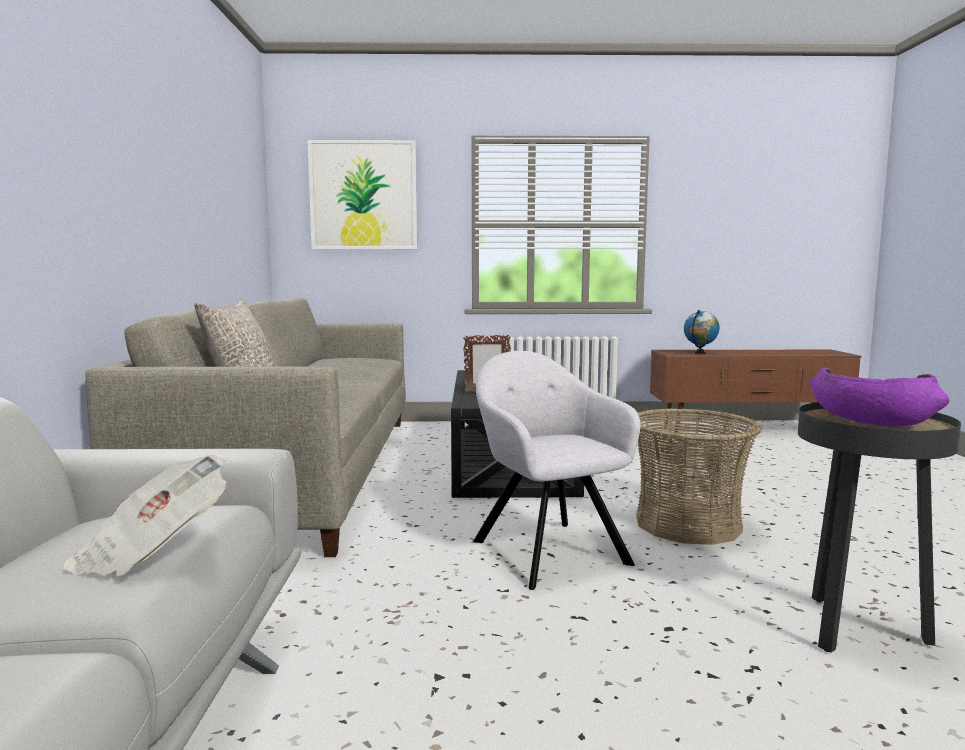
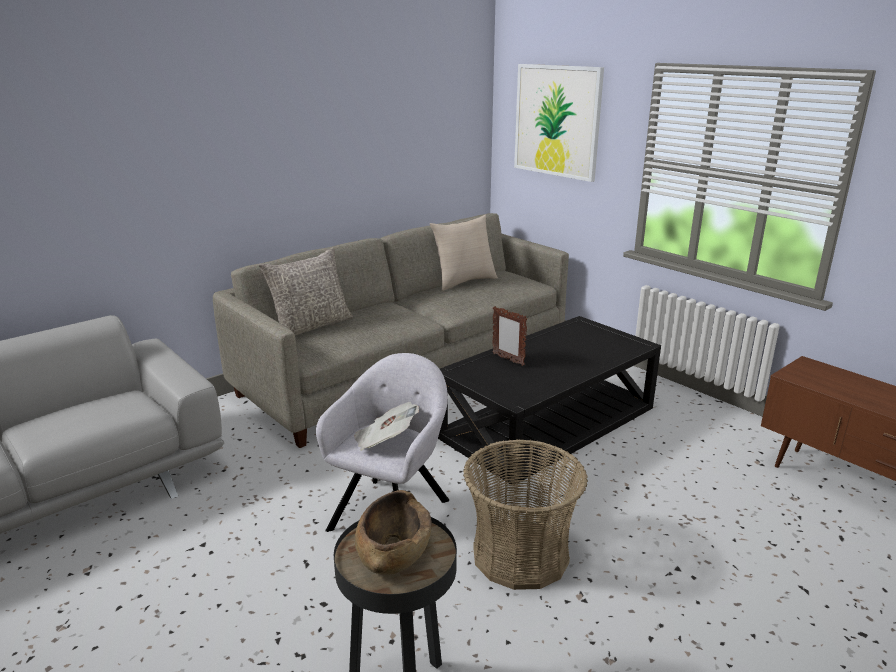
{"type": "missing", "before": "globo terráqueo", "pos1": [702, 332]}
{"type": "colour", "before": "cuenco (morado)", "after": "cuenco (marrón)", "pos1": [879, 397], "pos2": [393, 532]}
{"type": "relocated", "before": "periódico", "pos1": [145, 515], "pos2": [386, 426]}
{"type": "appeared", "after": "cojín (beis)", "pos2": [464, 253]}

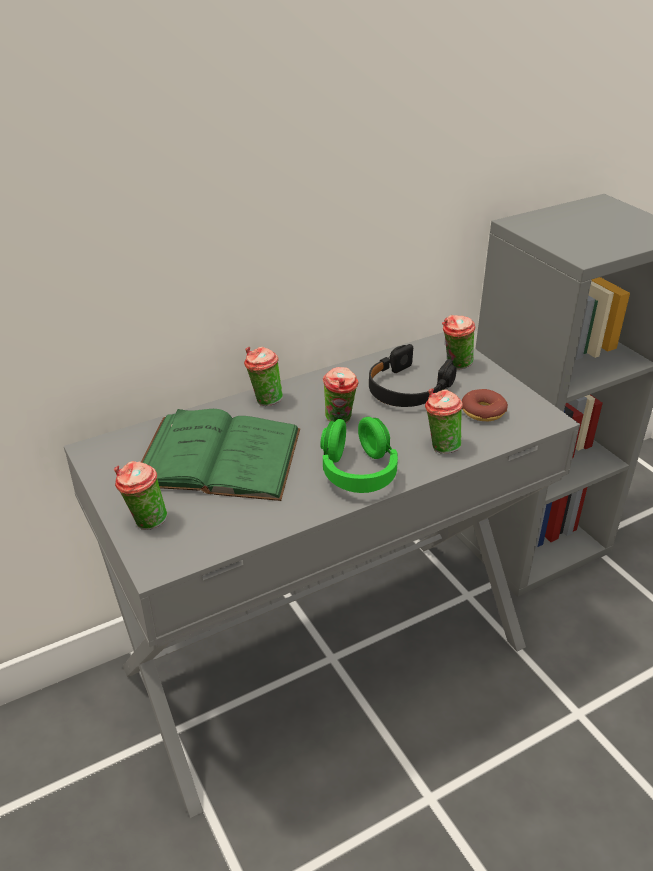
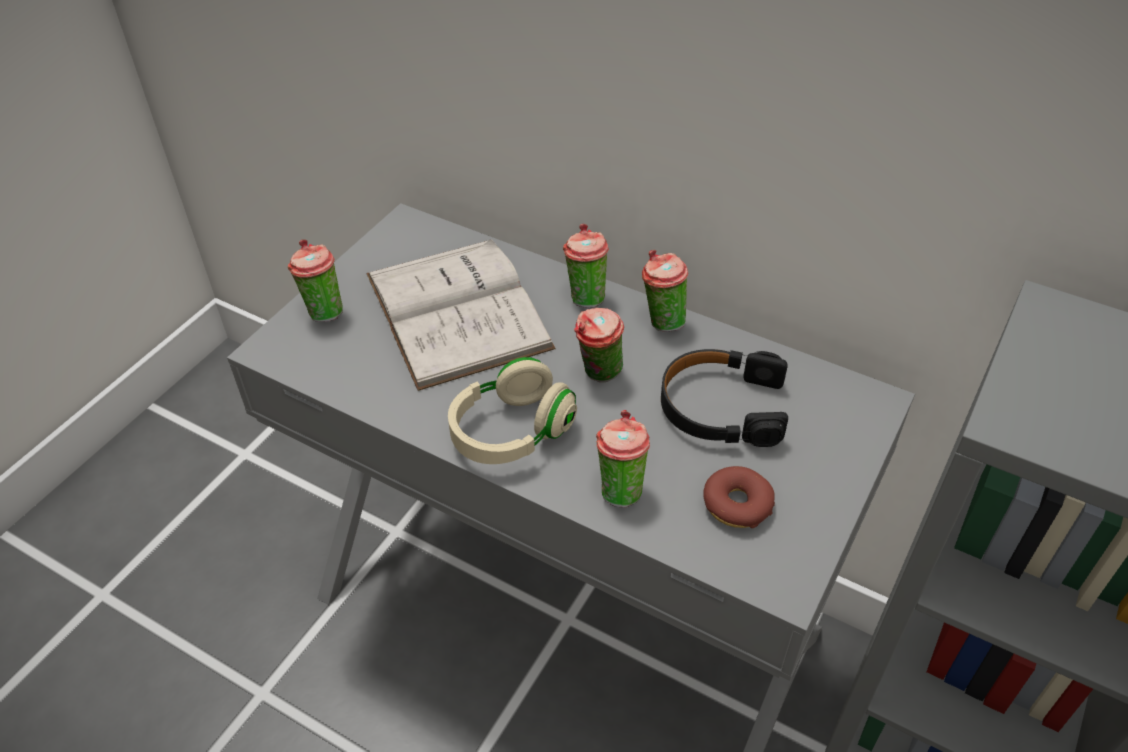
{"type": "relocated", "before": "taza", "pos1": [458, 342], "pos2": [665, 291]}
{"type": "colour", "before": "libro (verde)", "after": "libro (blanco)", "pos1": [220, 455], "pos2": [461, 315]}
{"type": "colour", "before": "auriculares (verde)", "after": "auriculares (beis)", "pos1": [359, 455], "pos2": [512, 410]}

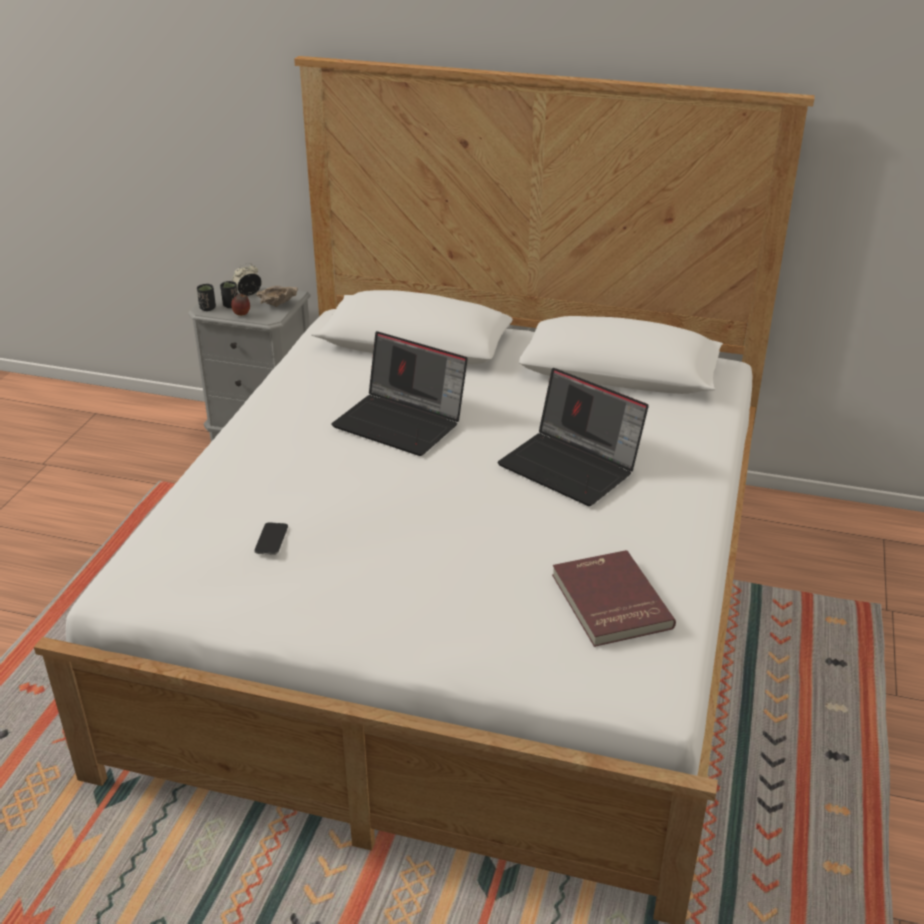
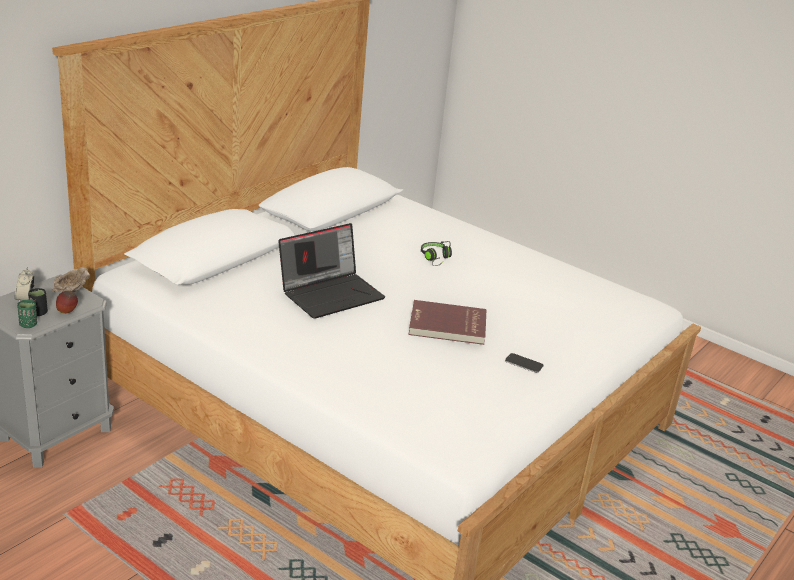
{"type": "colour", "before": "taza (negro)", "after": "taza (verde)", "pos1": [206, 297], "pos2": [27, 314]}
{"type": "exchanged", "before": "portátil", "after": "auriculares (negro)", "pos1": [573, 437], "pos2": [436, 253]}
{"type": "relocated", "before": "móvil", "pos1": [271, 539], "pos2": [524, 363]}
{"type": "relocated", "before": "libro (rojo)", "pos1": [614, 598], "pos2": [447, 322]}

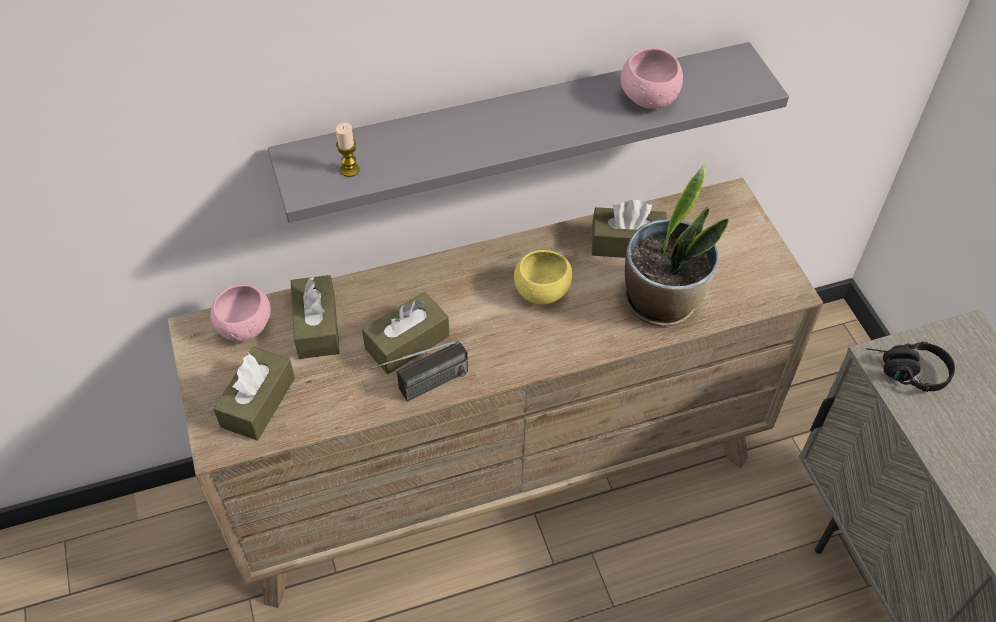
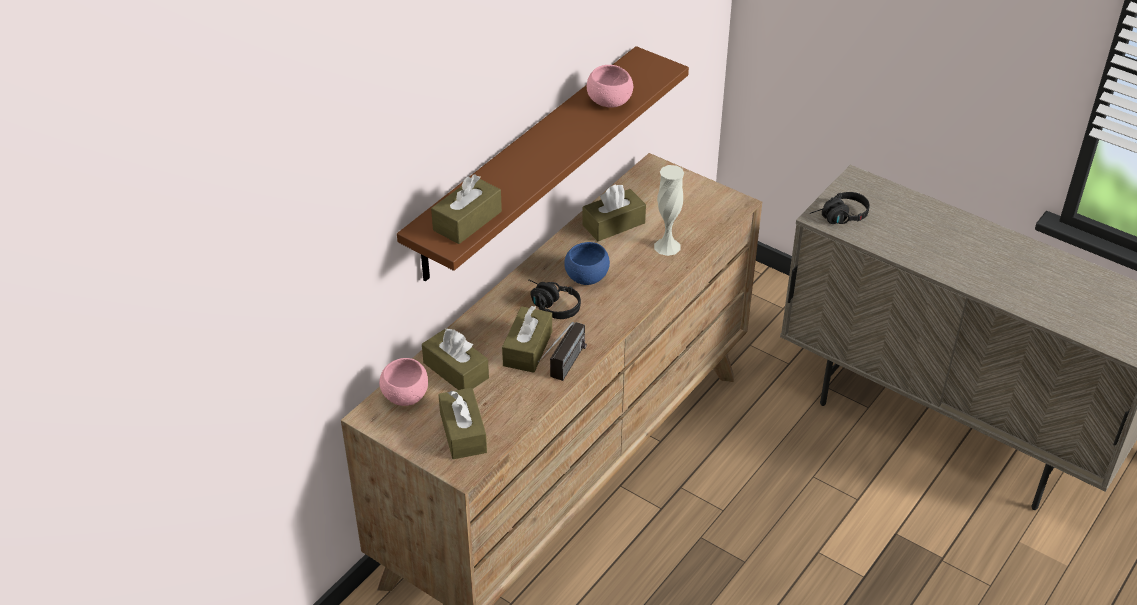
{"type": "colour", "before": "estante (gris)", "after": "estante (marrón)", "pos1": [528, 132], "pos2": [543, 164]}
{"type": "exchanged", "before": "vela", "after": "caja de pañuelos (marrón)", "pos1": [347, 150], "pos2": [466, 209]}
{"type": "exchanged", "before": "planta en maceta", "after": "florero (blanco)", "pos1": [677, 244], "pos2": [669, 210]}
{"type": "colour", "before": "cuenco (amarillo)", "after": "cuenco (azul)", "pos1": [543, 277], "pos2": [587, 263]}
{"type": "appeared", "after": "auriculares (negro)", "pos2": [554, 299]}

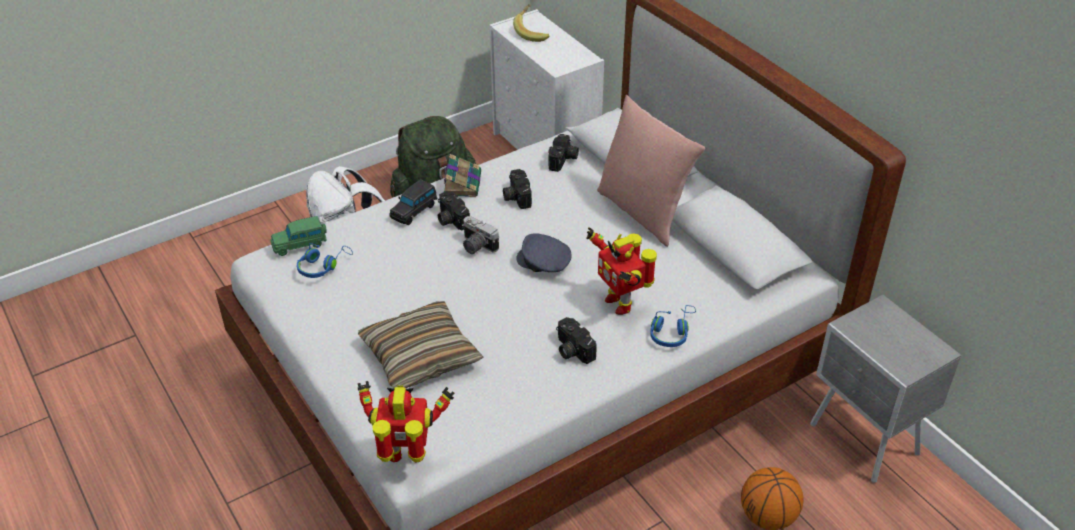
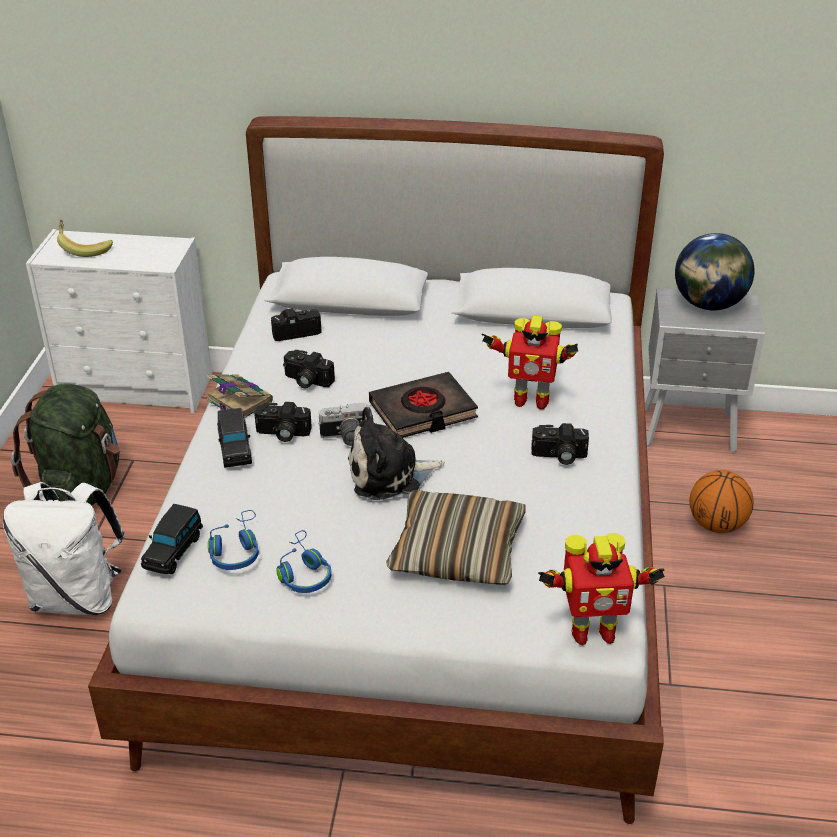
{"type": "missing", "before": "cojín (rosa)", "pos1": [651, 171]}
{"type": "spun", "before": "cámara", "pos1": [563, 153], "pos2": [296, 324], "turn": -75}
{"type": "colour", "before": "coche de juguete (verde)", "after": "coche de juguete (negro)", "pos1": [299, 236], "pos2": [172, 539]}
{"type": "exchanged", "before": "gorra (gris)", "after": "libro (negro)", "pos1": [544, 252], "pos2": [423, 405]}
{"type": "relocated", "before": "auriculares (azul)", "pos1": [673, 326], "pos2": [303, 561]}
{"type": "spun", "before": "robot de juguete", "pos1": [406, 421], "pos2": [601, 589], "turn": -135}
{"type": "appeared", "after": "globo terráqueo", "pos2": [715, 272]}
{"type": "appeared", "after": "peluche", "pos2": [396, 453]}

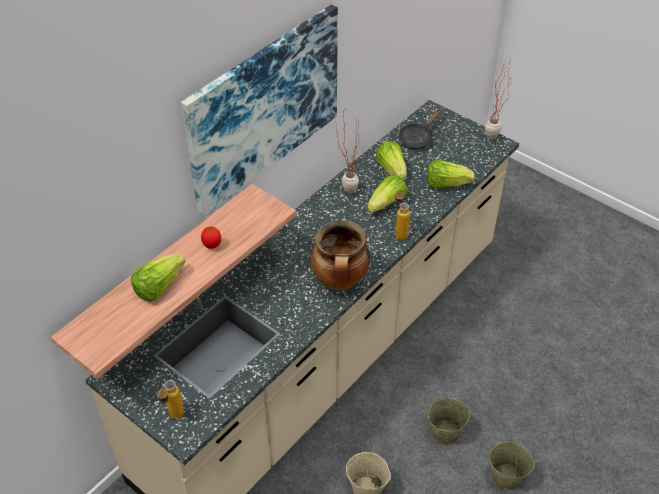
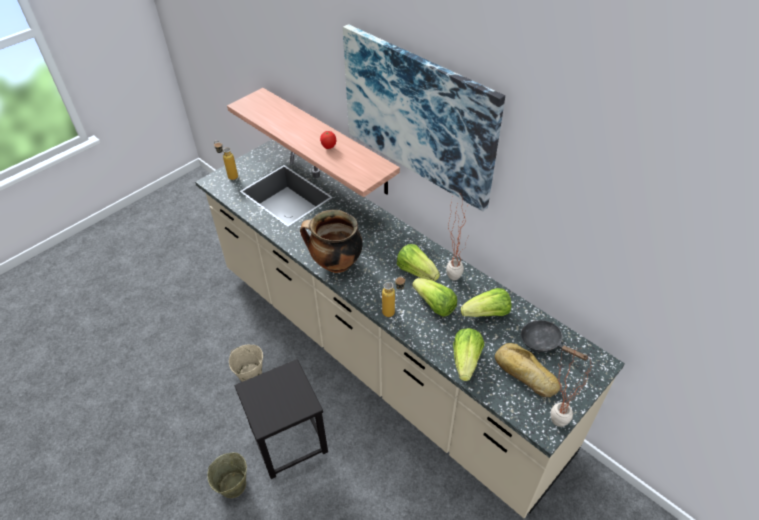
{"type": "relocated", "before": "lechuga", "pos1": [158, 278], "pos2": [418, 262]}
{"type": "exchanged", "before": "cubo (beis)", "after": "taburete (negro)", "pos1": [449, 421], "pos2": [281, 419]}
{"type": "appeared", "after": "pan", "pos2": [527, 370]}

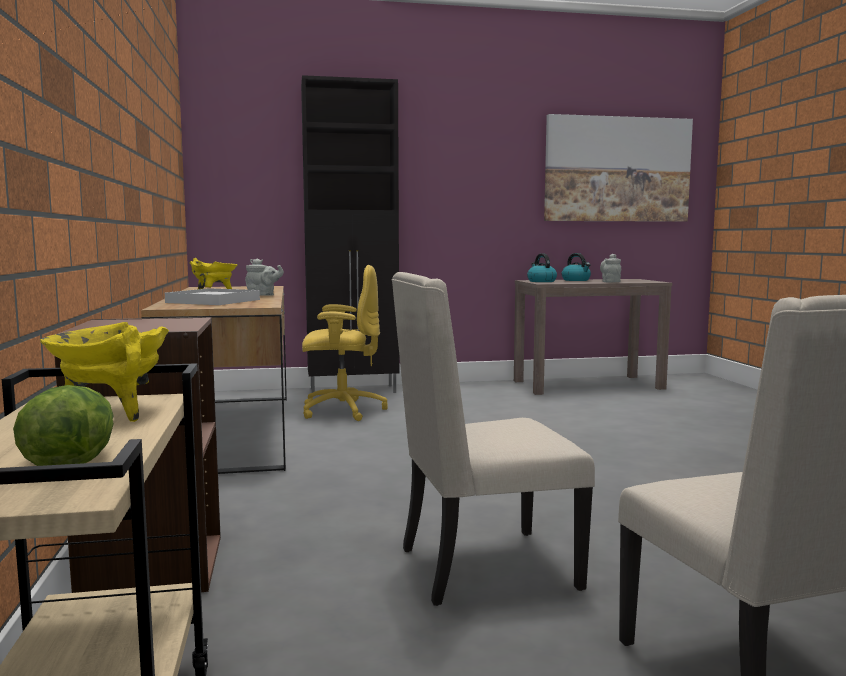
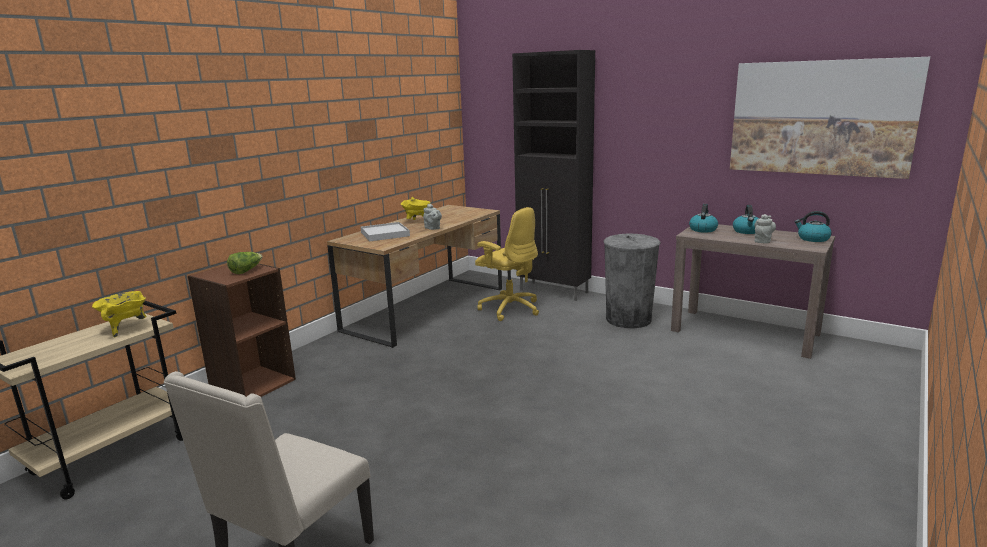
{"type": "missing", "before": "silla (beis)", "pos1": [493, 439]}
{"type": "relocated", "before": "lechuga", "pos1": [63, 425], "pos2": [244, 263]}
{"type": "appeared", "after": "hervidor", "pos2": [813, 226]}
{"type": "appeared", "after": "papelera (gris)", "pos2": [632, 281]}

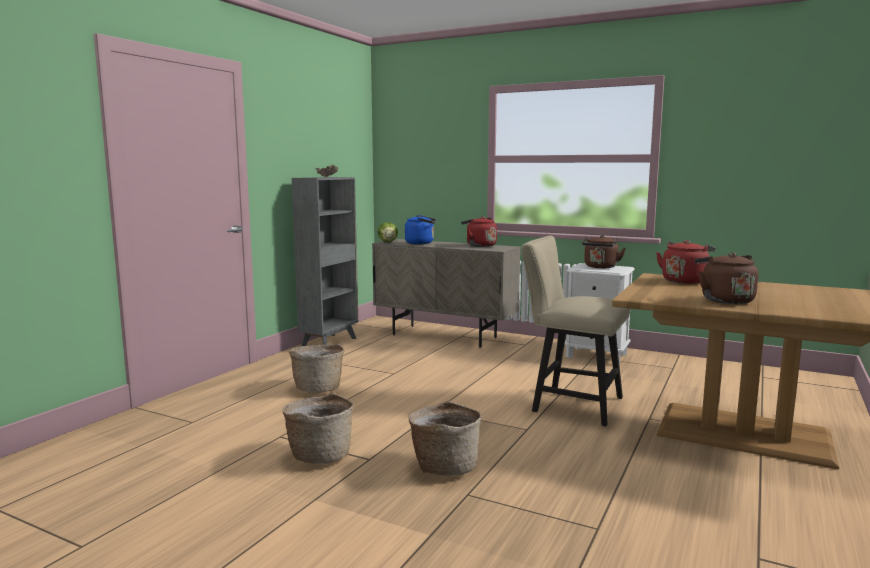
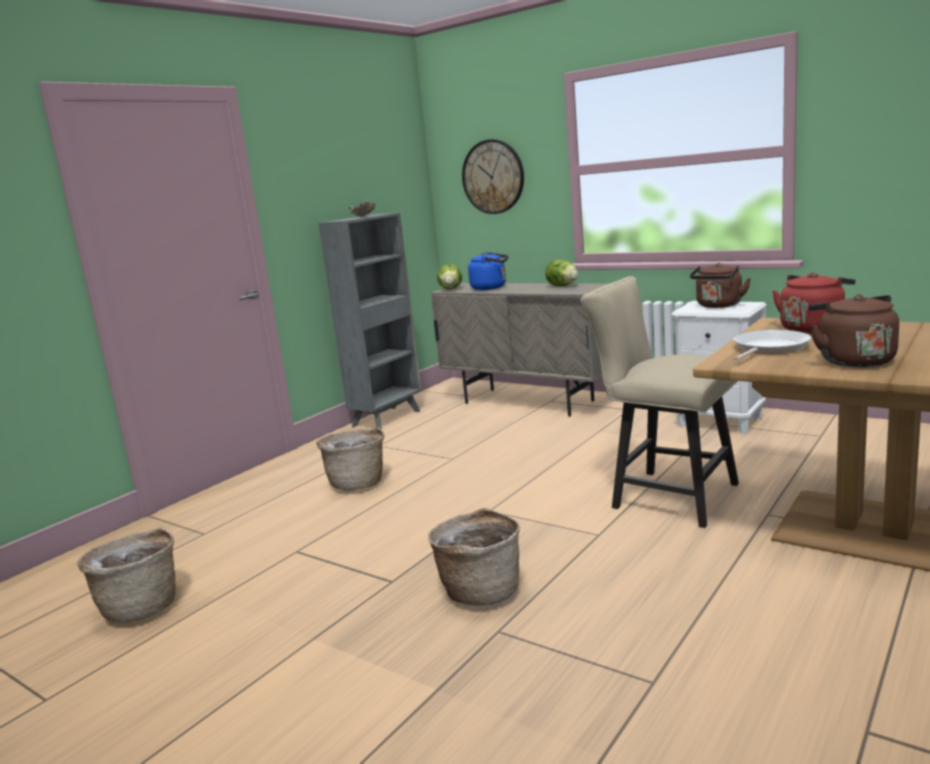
{"type": "exchanged", "before": "hervidor (rojo)", "after": "lechuga", "pos1": [479, 231], "pos2": [561, 272]}
{"type": "relocated", "before": "cesta", "pos1": [317, 428], "pos2": [126, 574]}
{"type": "appeared", "after": "reloj de pared", "pos2": [493, 176]}
{"type": "appeared", "after": "sartén", "pos2": [772, 345]}

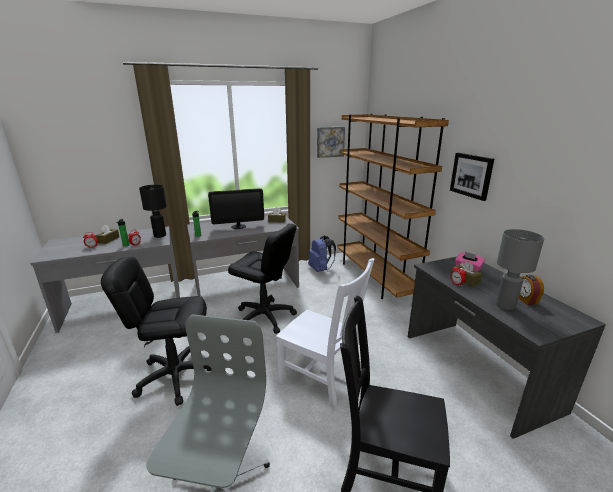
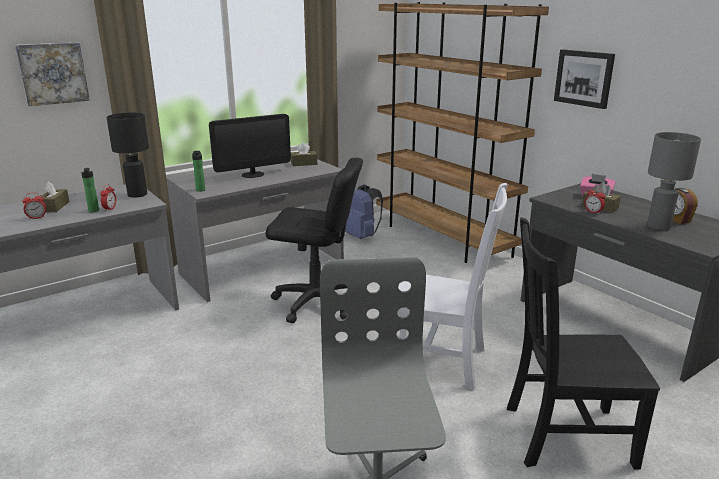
{"type": "relocated", "before": "cuadro", "pos1": [331, 142], "pos2": [52, 74]}
{"type": "missing", "before": "silla de oficina (negro)", "pos1": [156, 331]}

